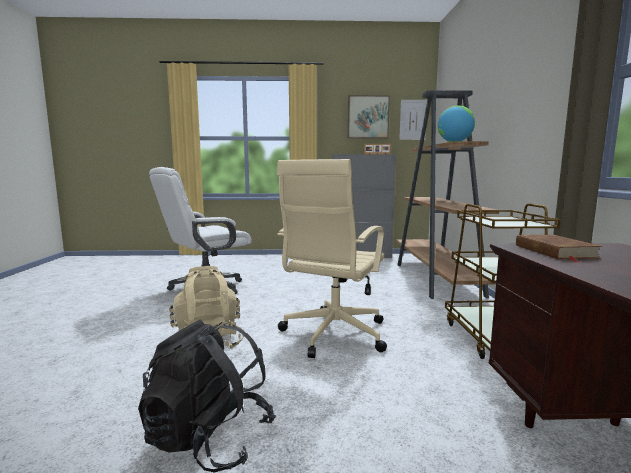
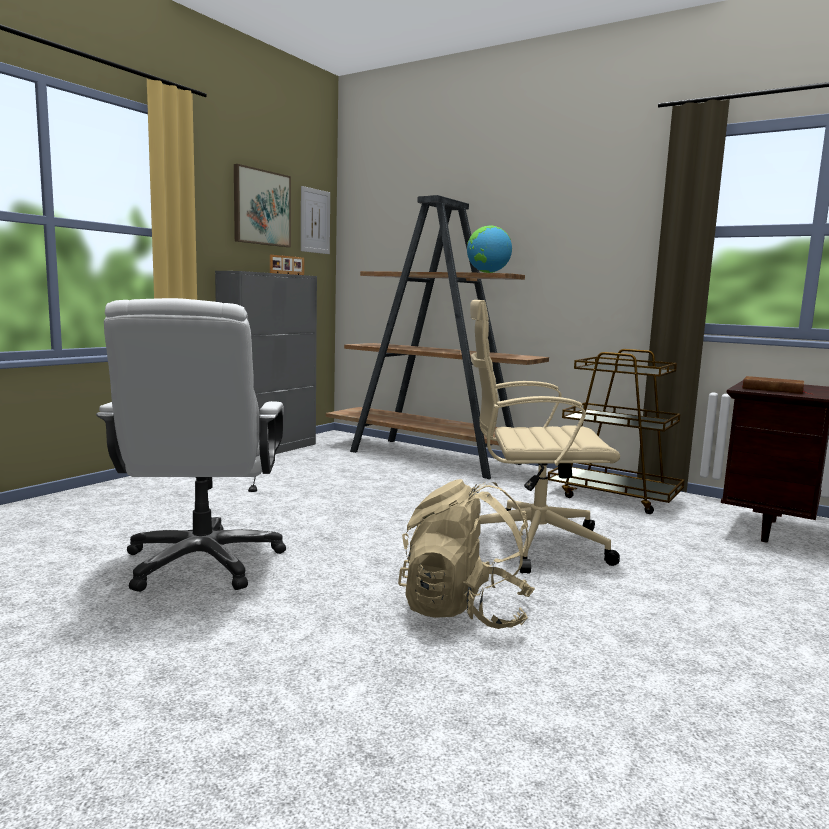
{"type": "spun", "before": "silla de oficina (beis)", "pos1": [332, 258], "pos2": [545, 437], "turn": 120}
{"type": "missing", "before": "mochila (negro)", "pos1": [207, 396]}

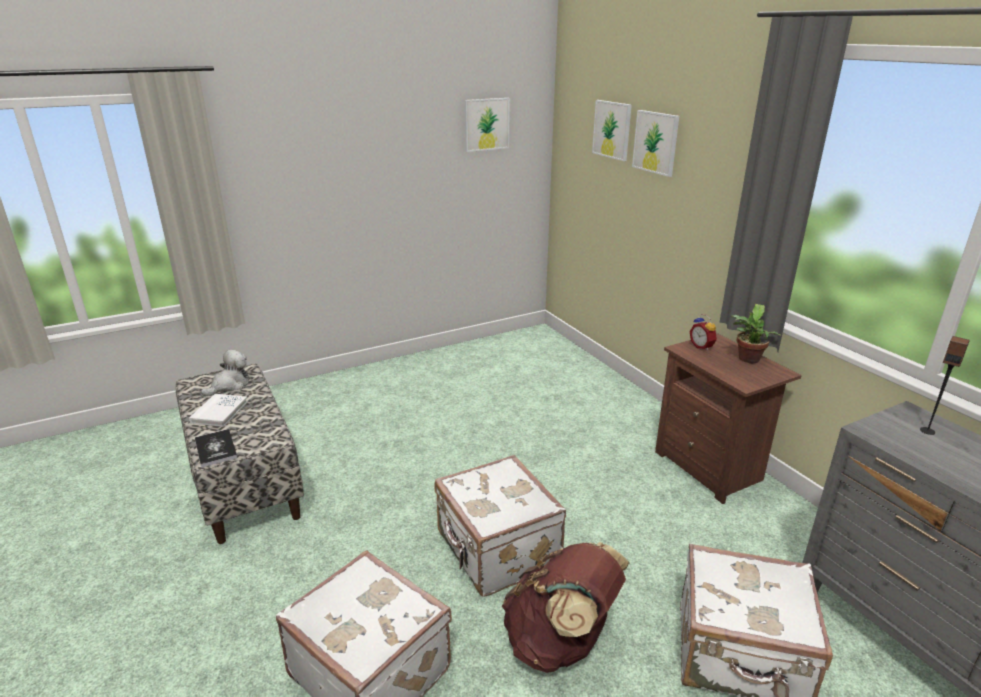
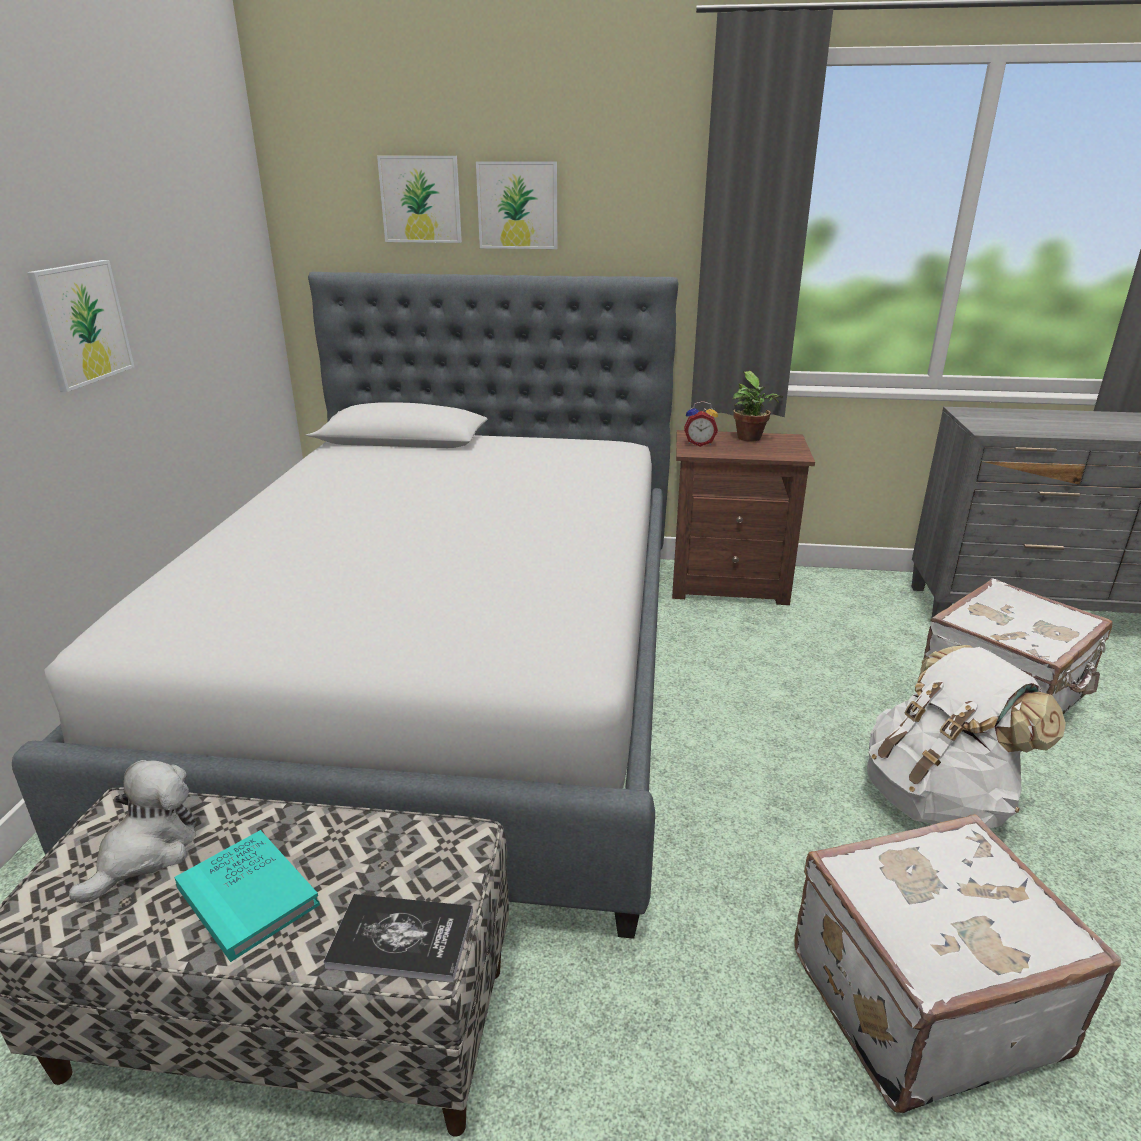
{"type": "relocated", "before": "cuadro", "pos1": [487, 125], "pos2": [81, 326]}
{"type": "missing", "before": "altavoz", "pos1": [945, 385]}
{"type": "spun", "before": "peluche", "pos1": [225, 373], "pos2": [133, 831], "turn": 45}
{"type": "colour", "before": "libro (blanco)", "after": "libro (turquesa)", "pos1": [218, 410], "pos2": [247, 896]}
{"type": "missing", "before": "maleta (blanco)", "pos1": [500, 525]}
{"type": "colour", "before": "mochila (marrón)", "after": "mochila (blanco)", "pos1": [565, 607], "pos2": [966, 736]}
{"type": "appeared", "after": "cama", "pos2": [345, 605]}

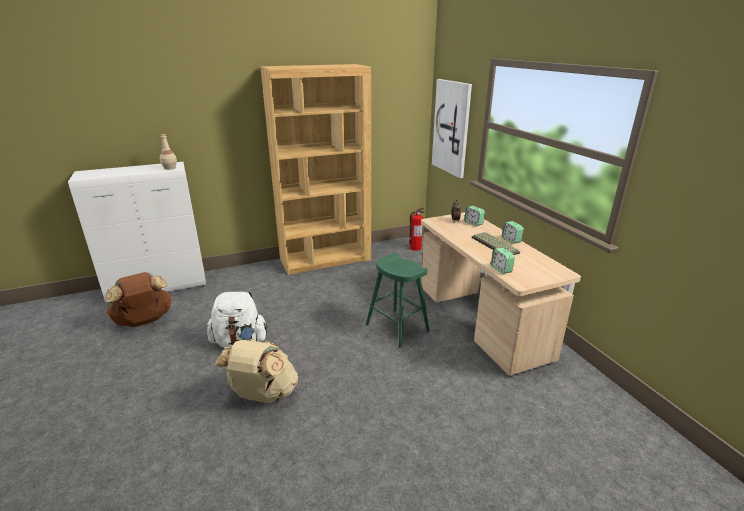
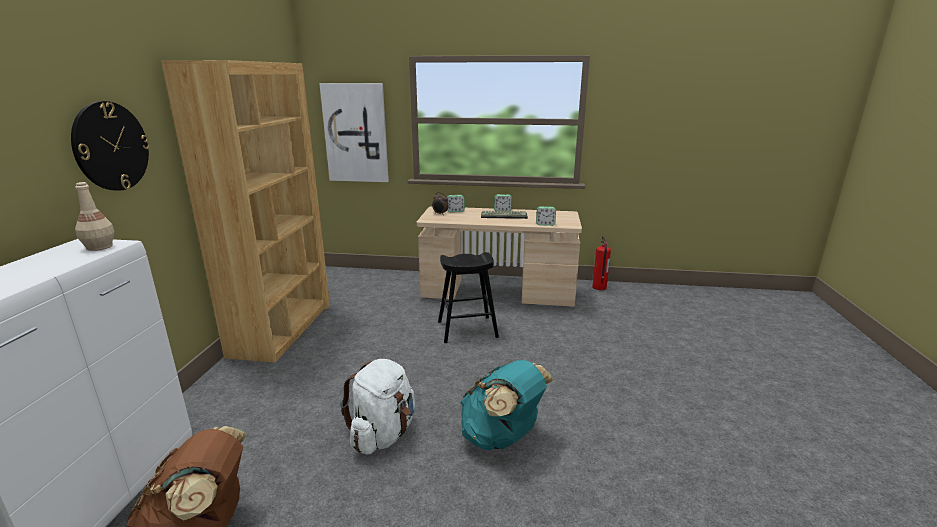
{"type": "relocated", "before": "extintor", "pos1": [416, 229], "pos2": [601, 263]}
{"type": "colour", "before": "taburete (verde)", "after": "taburete (negro)", "pos1": [398, 300], "pos2": [468, 297]}
{"type": "colour", "before": "mochila (beis)", "after": "mochila (turquesa)", "pos1": [256, 371], "pos2": [507, 405]}
{"type": "appeared", "after": "reloj de pared", "pos2": [110, 146]}

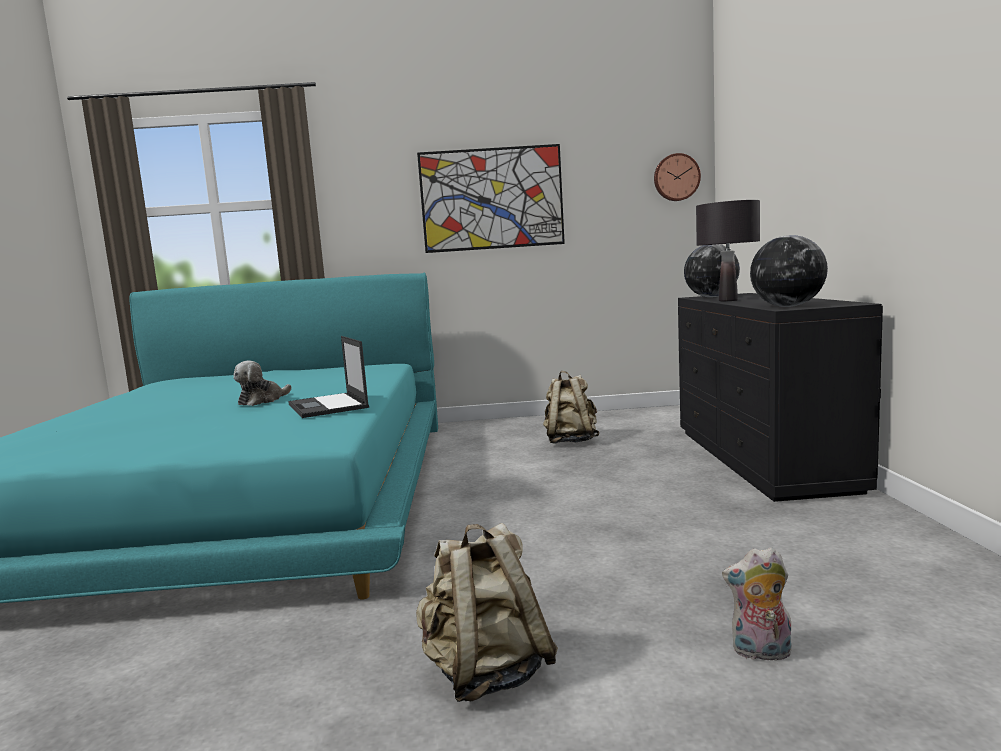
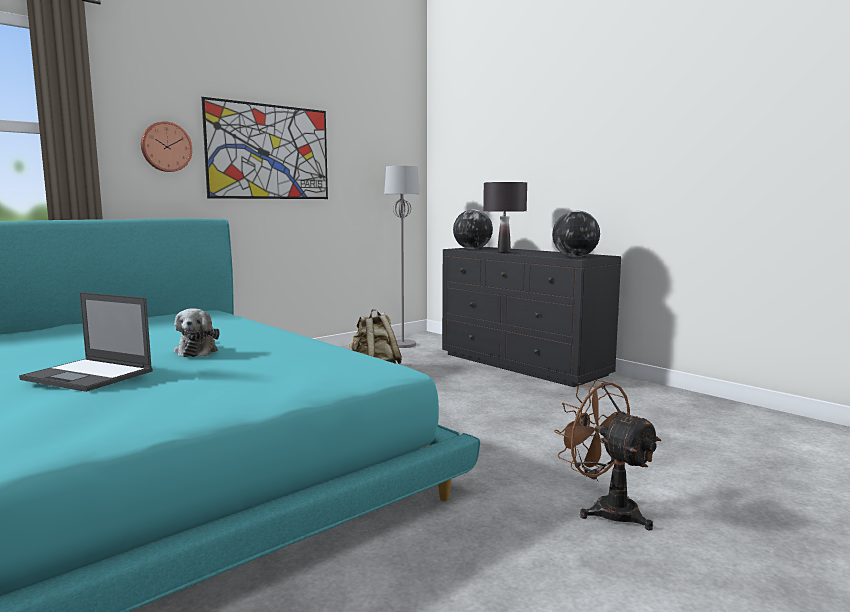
{"type": "relocated", "before": "reloj de pared", "pos1": [677, 177], "pos2": [167, 146]}
{"type": "relocated", "before": "portátil", "pos1": [328, 377], "pos2": [86, 342]}
{"type": "exchanged", "before": "mochila (beis)", "after": "ventilador (marrón)", "pos1": [487, 612], "pos2": [608, 455]}
{"type": "missing", "before": "peluche", "pos1": [757, 604]}
{"type": "appeared", "after": "lámpara de pie (gris)", "pos2": [402, 257]}

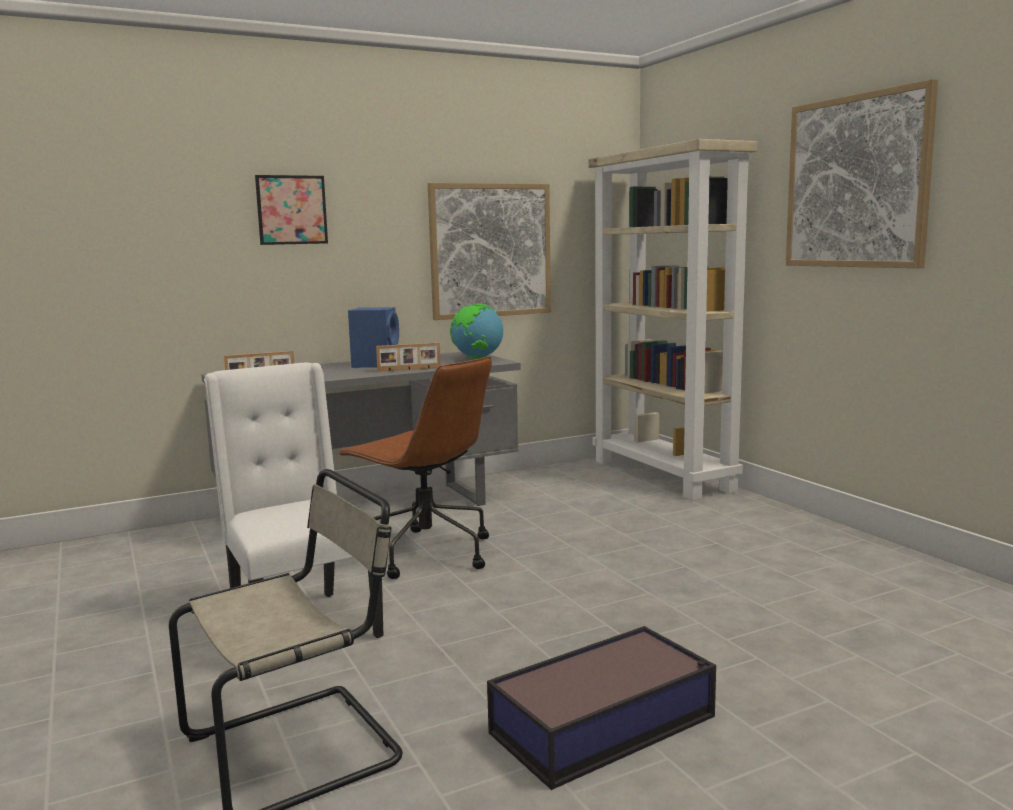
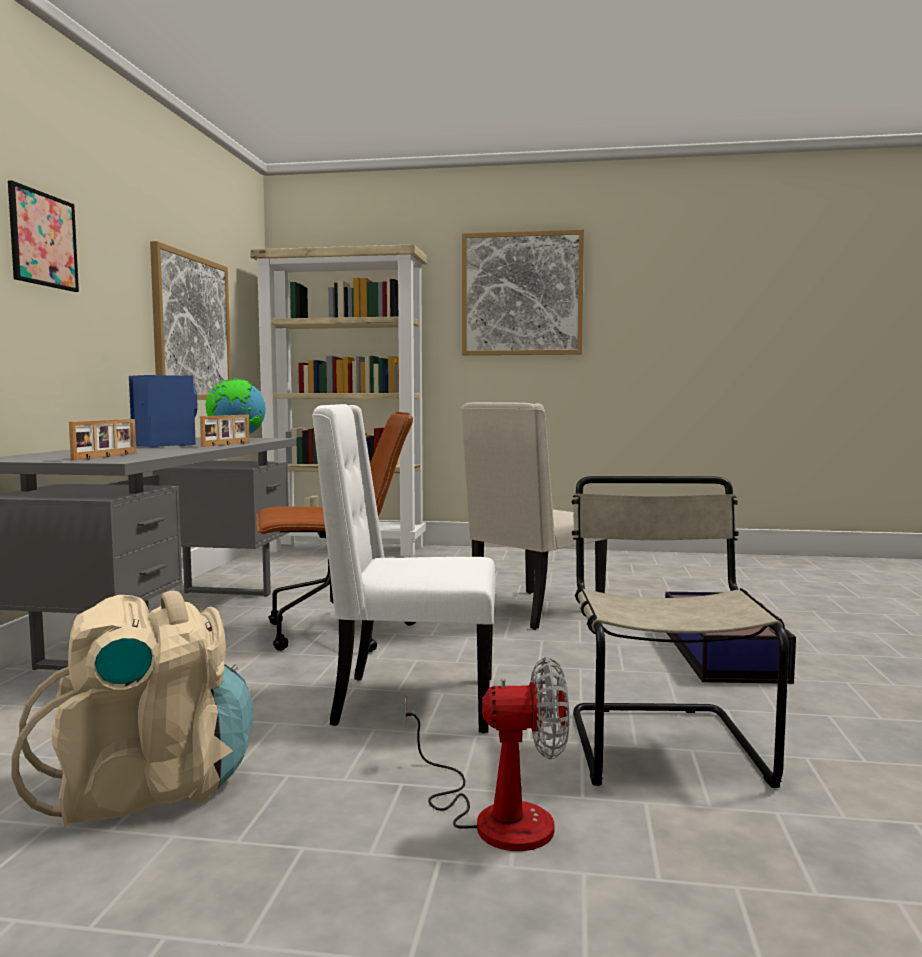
{"type": "appeared", "after": "silla (beis)", "pos2": [534, 516]}
{"type": "appeared", "after": "mochila (beis)", "pos2": [132, 709]}
{"type": "appeared", "after": "ventilador", "pos2": [487, 754]}

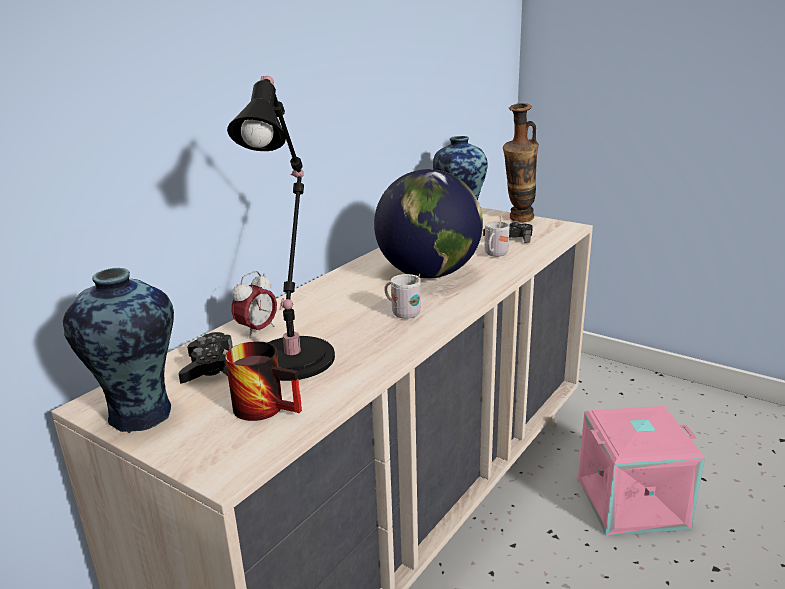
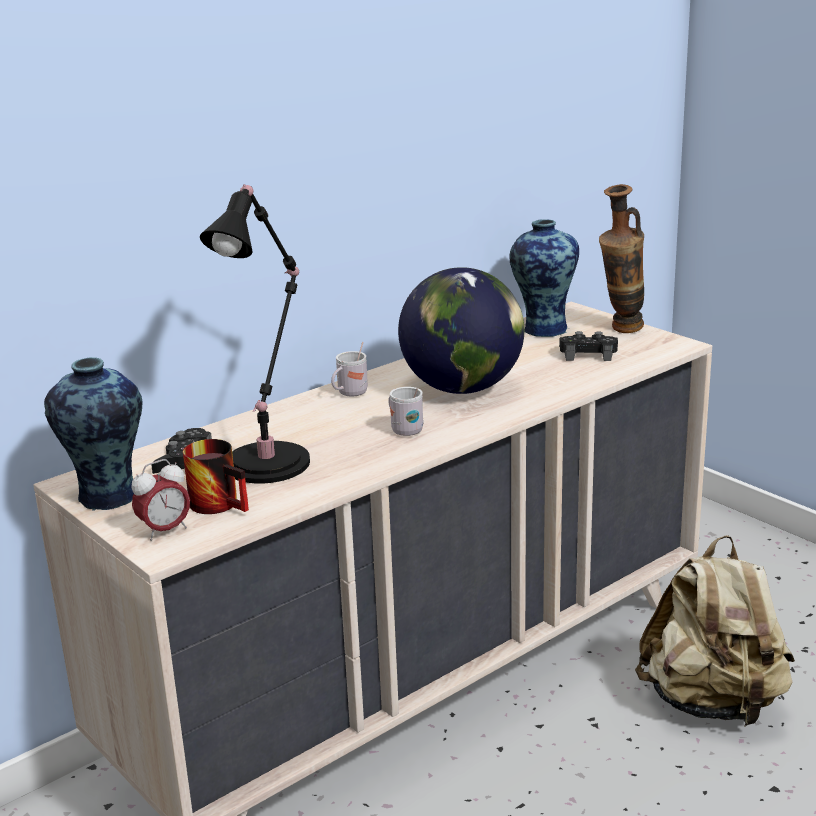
{"type": "relocated", "before": "taza grande (blanco)", "pos1": [497, 235], "pos2": [349, 369]}
{"type": "relocated", "before": "despertador", "pos1": [254, 304], "pos2": [160, 500]}
{"type": "exchanged", "before": "caja de almacenaje (rosa)", "after": "mochila (beis)", "pos1": [641, 471], "pos2": [715, 631]}

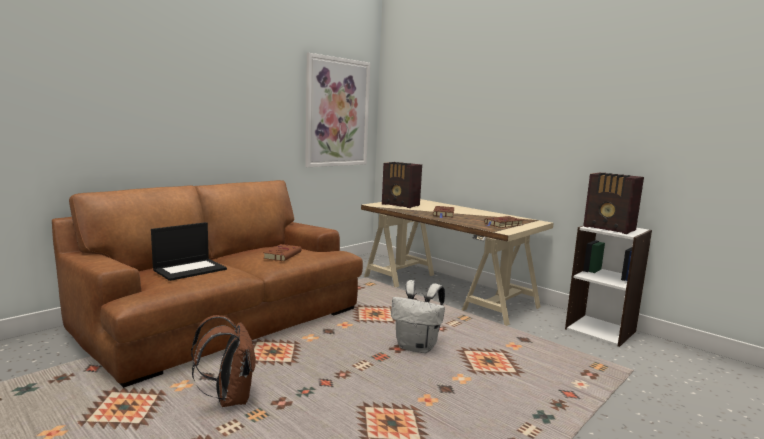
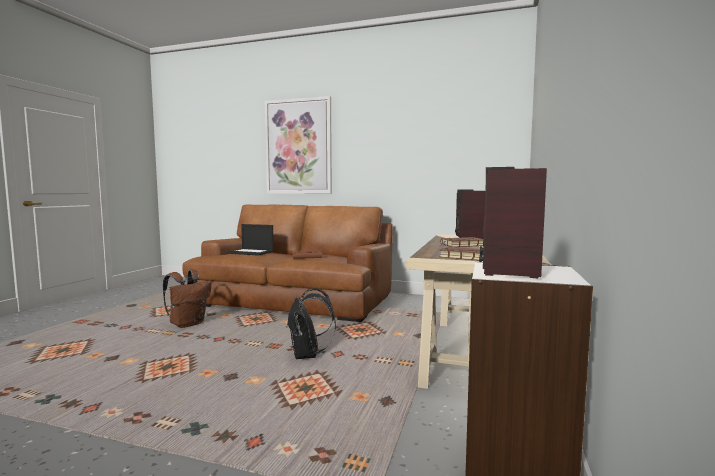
{"type": "relocated", "before": "cuadro", "pos1": [337, 110], "pos2": [298, 145]}
{"type": "colour", "before": "mochila (blanco)", "after": "mochila (negro)", "pos1": [418, 316], "pos2": [311, 323]}

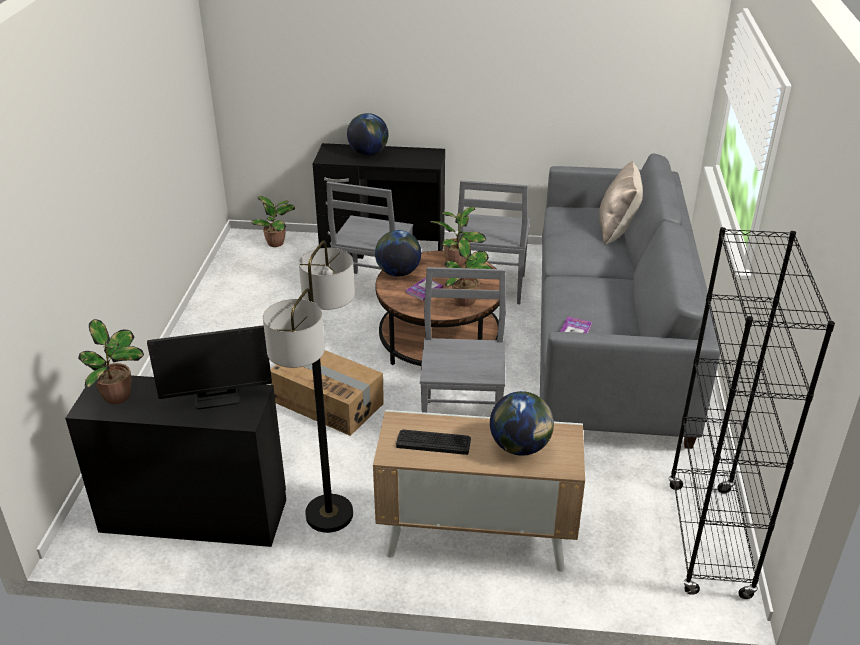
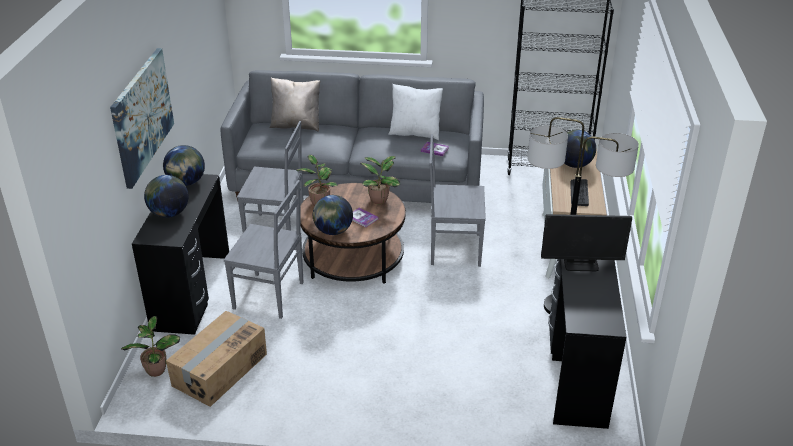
{"type": "missing", "before": "planta en maceta", "pos1": [111, 361]}
{"type": "spun", "before": "monitor", "pos1": [209, 367], "pos2": [586, 242], "turn": 105}
{"type": "relocated", "before": "caja de cartón", "pos1": [327, 393], "pos2": [216, 359]}
{"type": "appeared", "after": "cuadro", "pos2": [142, 118]}
{"type": "appeared", "after": "cojín (blanco)", "pos2": [415, 112]}
{"type": "appeared", "after": "globo terráqueo", "pos2": [184, 165]}

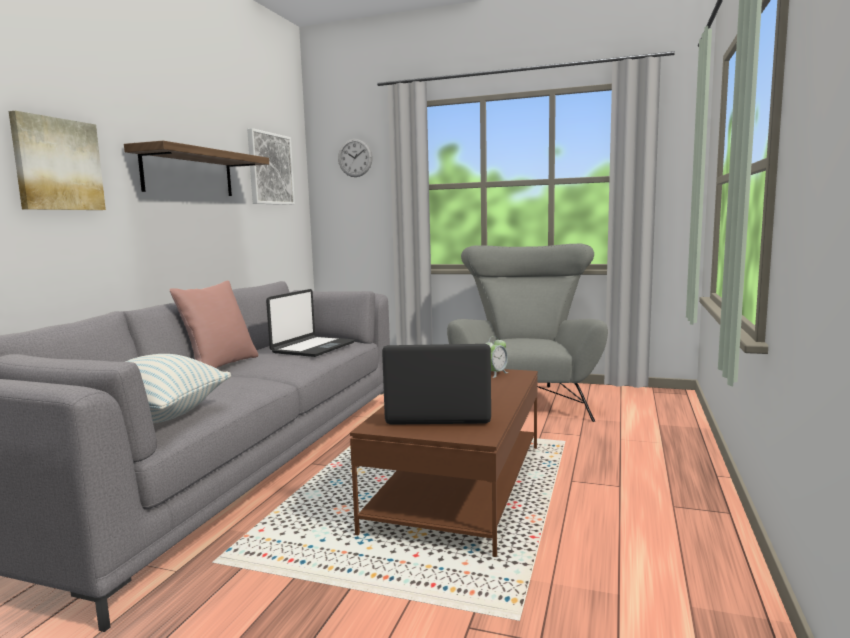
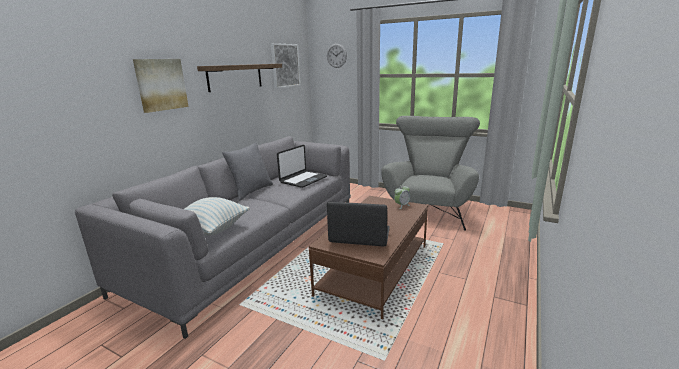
{"type": "colour", "before": "cojín (rosa)", "after": "cojín (gris)", "pos1": [213, 324], "pos2": [247, 171]}

